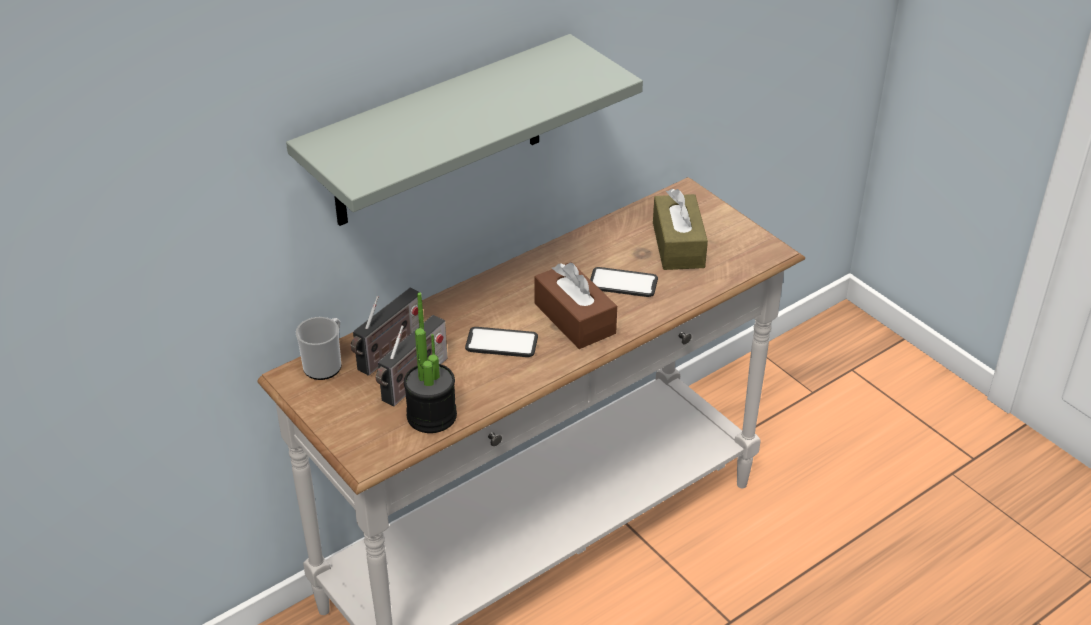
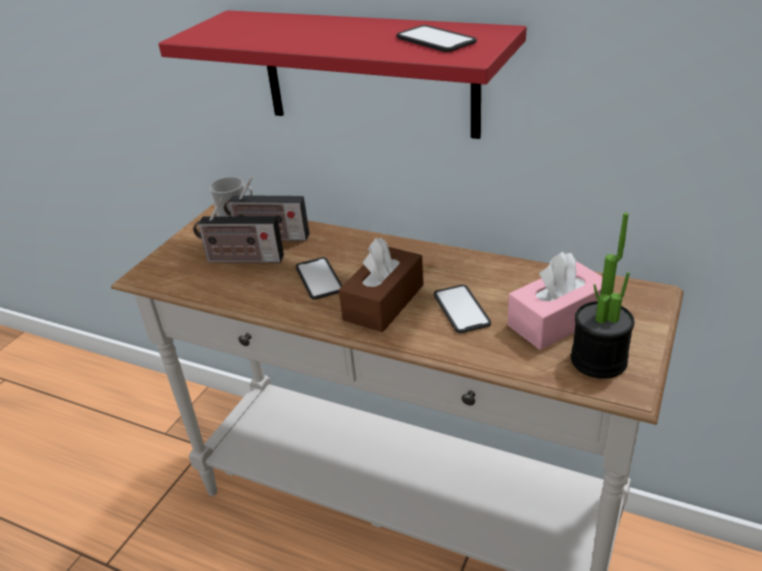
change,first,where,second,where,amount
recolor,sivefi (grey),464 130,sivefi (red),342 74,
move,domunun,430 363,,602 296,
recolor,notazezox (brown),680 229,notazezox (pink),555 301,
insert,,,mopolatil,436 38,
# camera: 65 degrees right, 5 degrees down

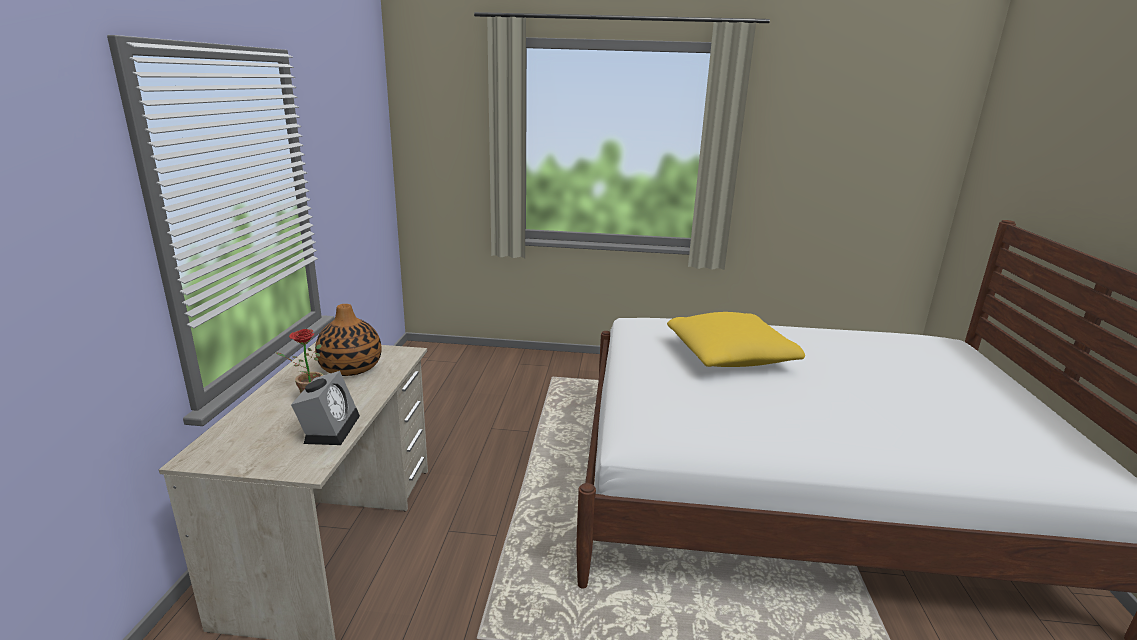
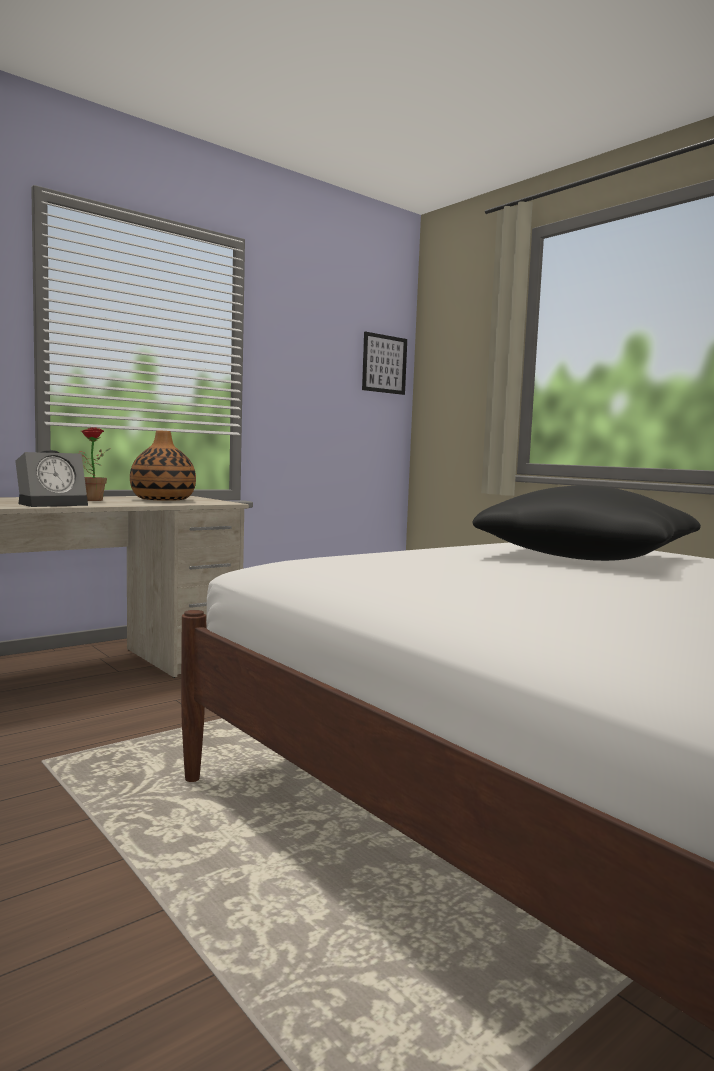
change,first,where,second,where,amount
recolor,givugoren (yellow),736 339,givugoren (black),587 523,
insert,,,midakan,384 363,
# camera: 45 degrees right, 15 degrees down

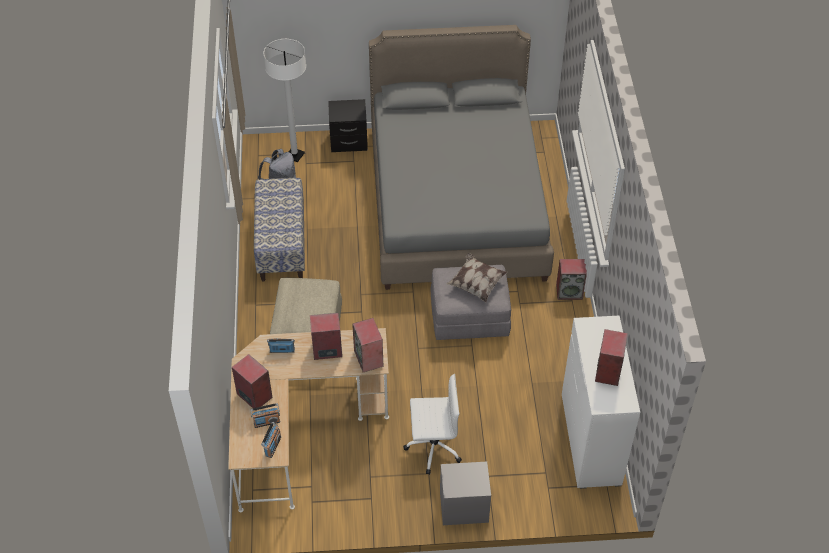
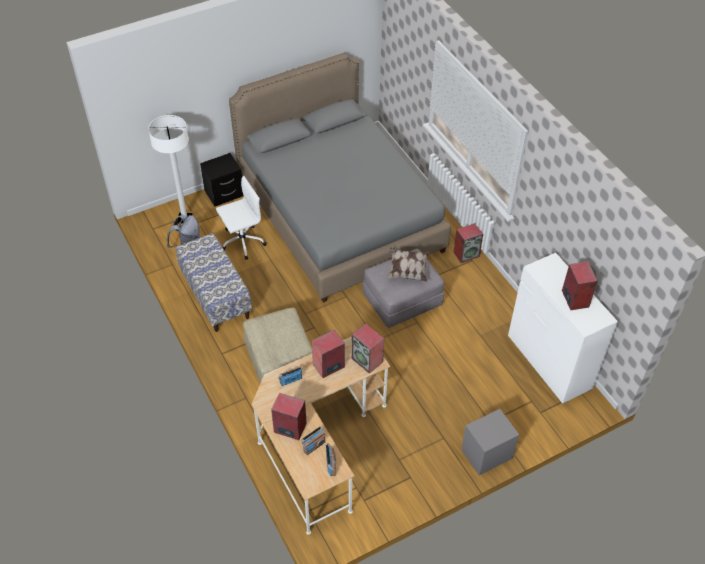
change,first,where,second,where,amount
move,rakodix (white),432 424,,241 218,
# camera: 25 degrees left, 0 degrees up

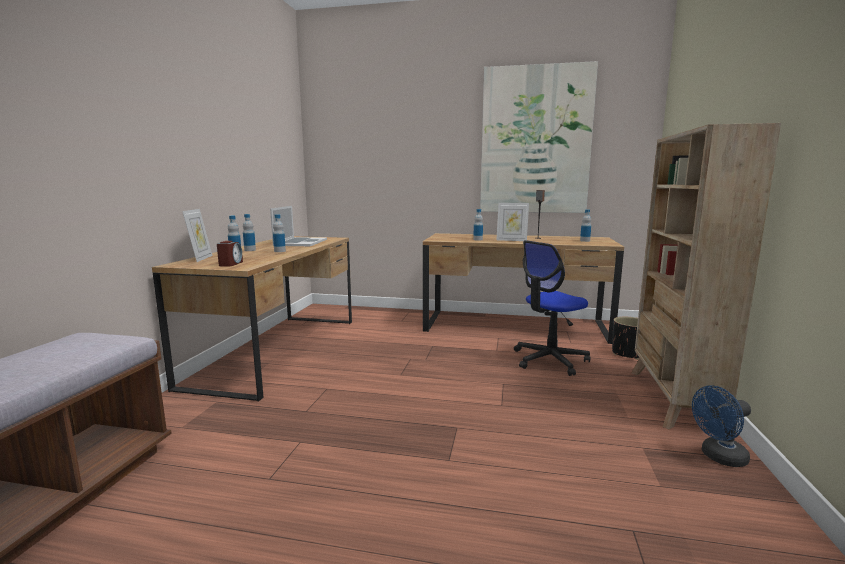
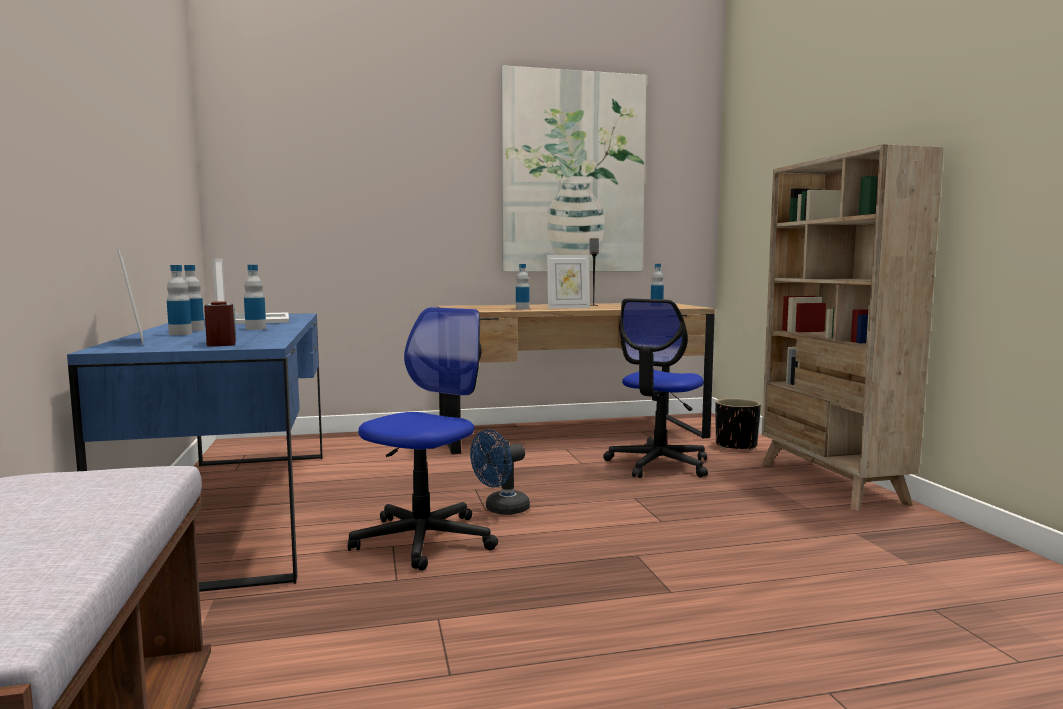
change,first,where,second,where,amount
recolor,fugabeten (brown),252 319,fugabeten (blue),195 452,
move,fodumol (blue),721 426,,500 472,
insert,,,rakodix,423 439,
# camera: 25 degrees left, 5 degrees down

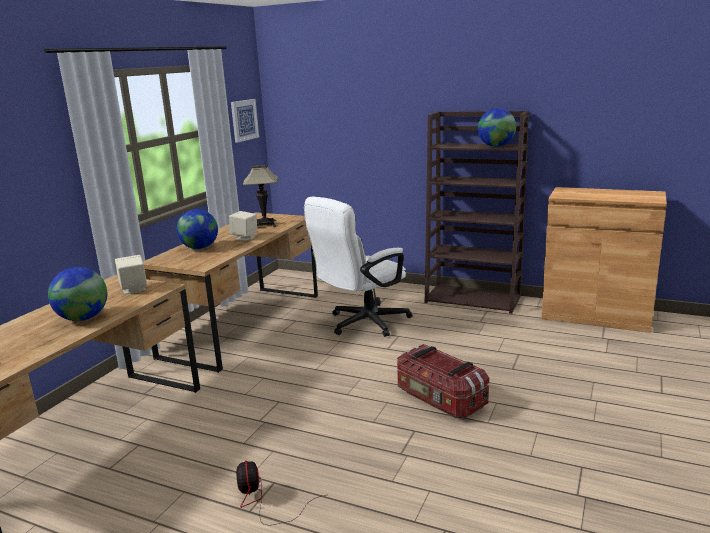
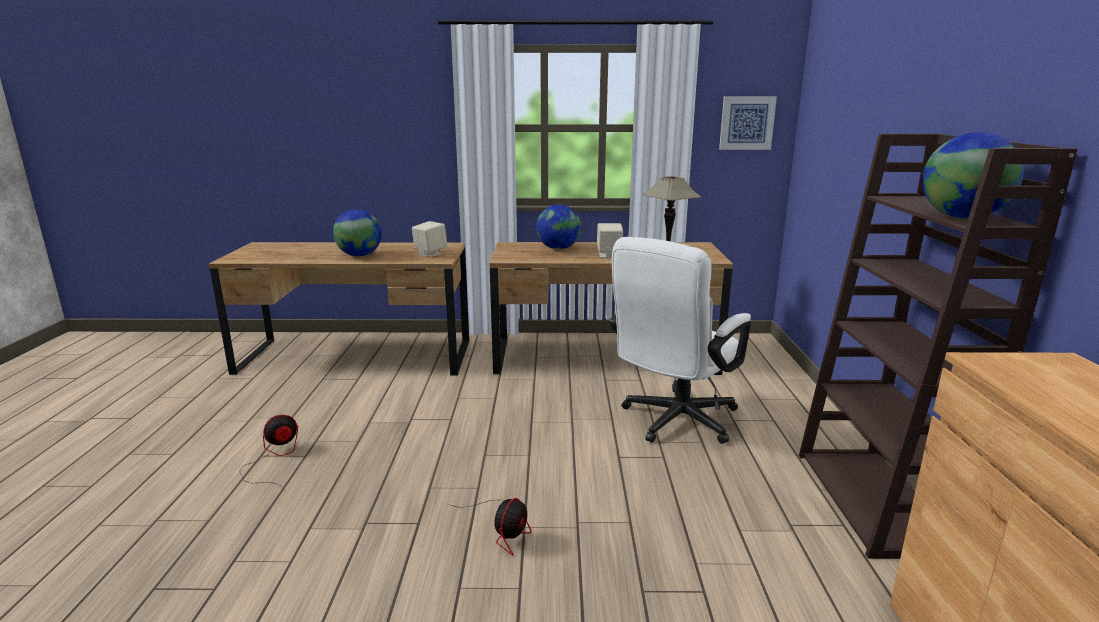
change,first,where,second,where,amount
rotate,rakodix (white),358 267,,680 340,75 degrees counterclockwise
replace,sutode,443 381,fodumol,489 527,
# camera: 65 degrees right, 0 degrees up

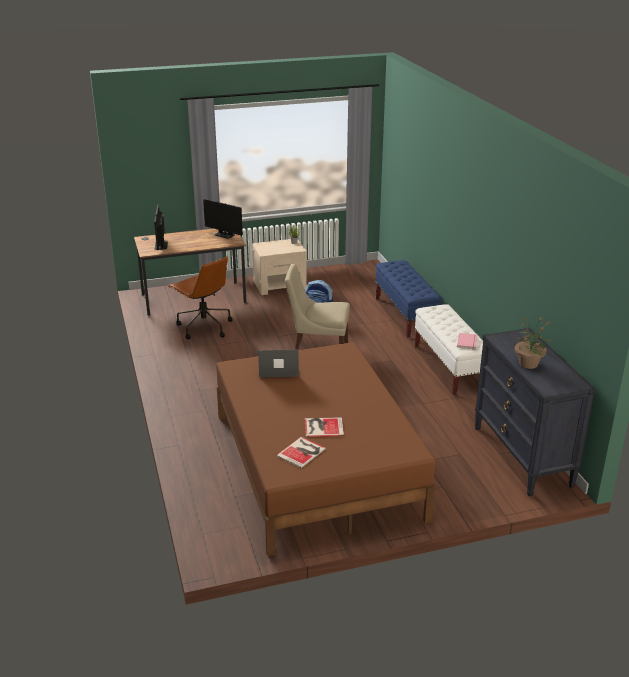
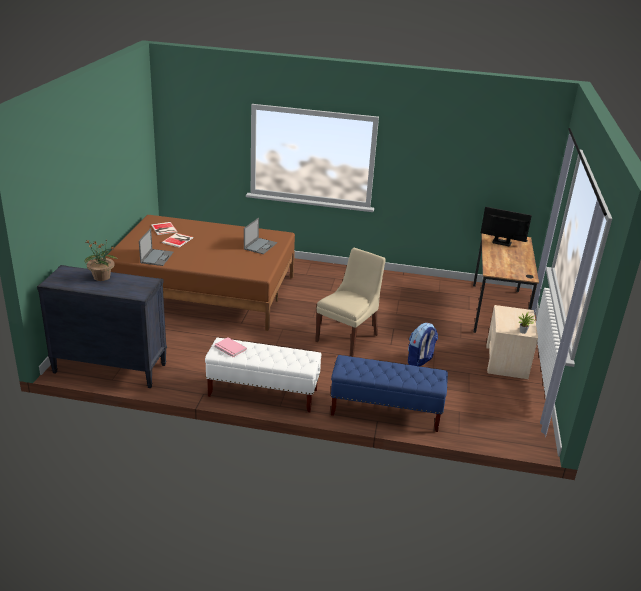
change,first,where,second,where,amount
delete,rakodix (brown),200 297,,,
delete,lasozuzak,223 219,,,
insert,,,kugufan,156 247,
# camera: 115 degrees right, 0 degrees up

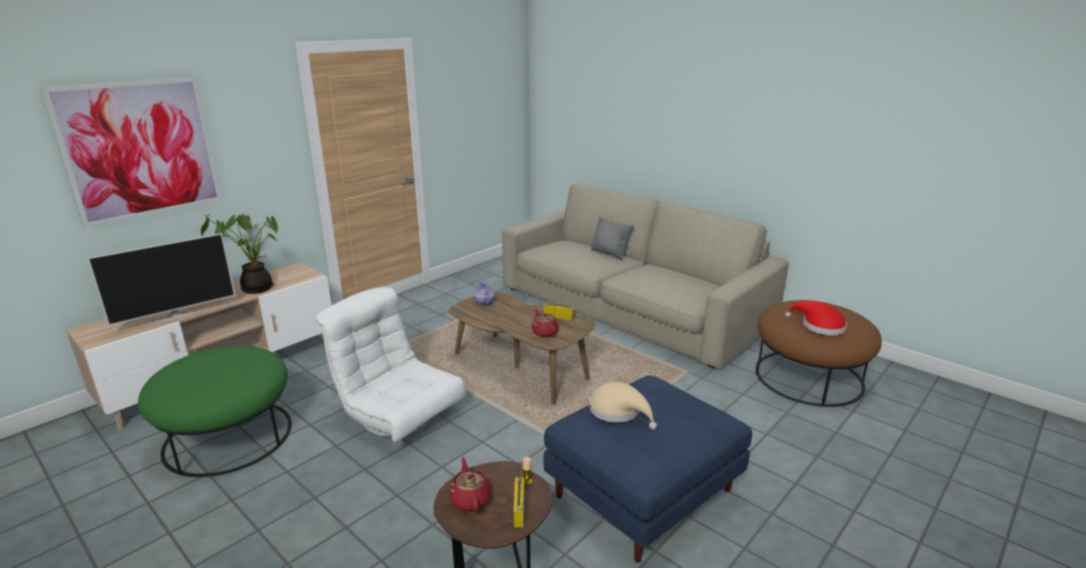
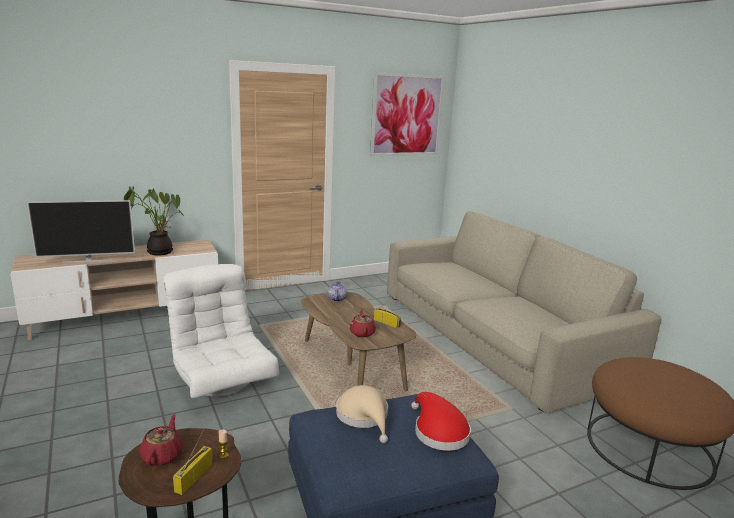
change,first,where,second,where,amount
move,midakan,131 152,,407 114,
delete,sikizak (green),215 411,,,
delete,givugoren (grey),612 238,,,
move,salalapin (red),816 318,,441 421,
# camera: 20 degrees right, 5 degrees down

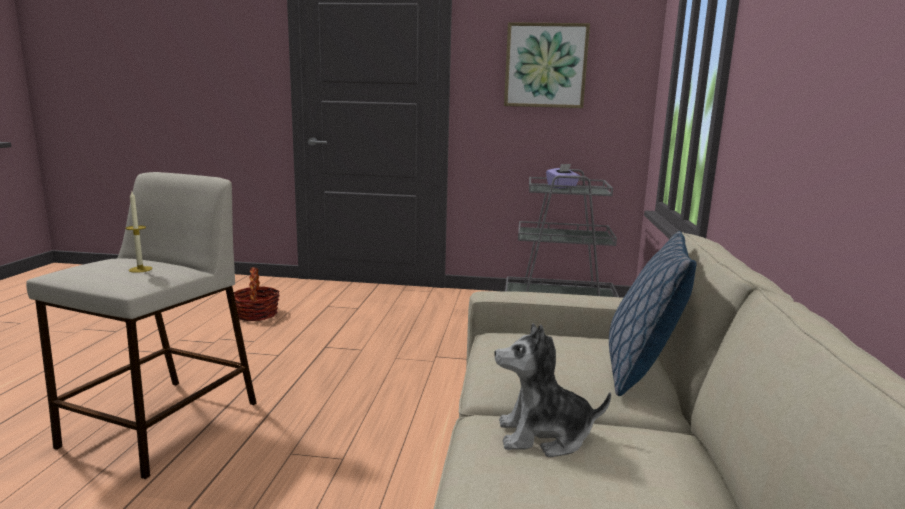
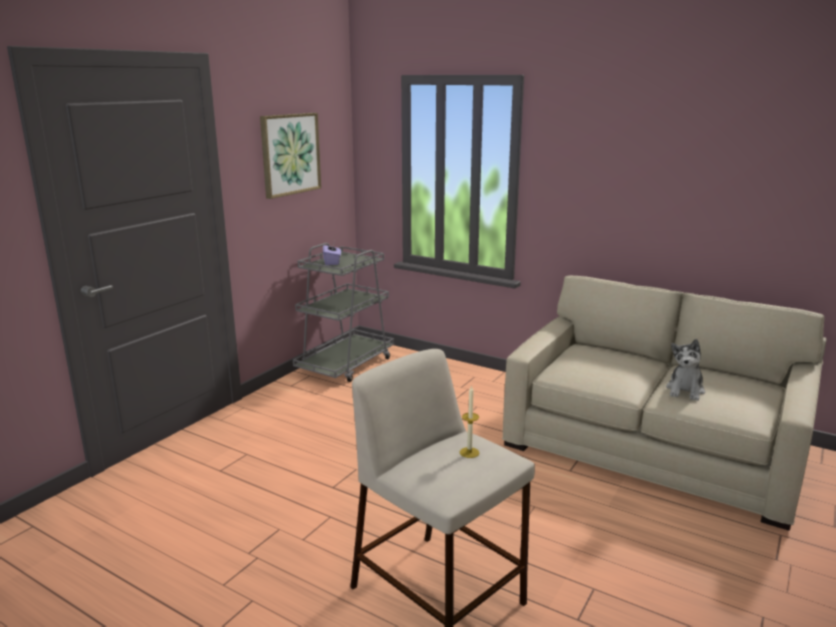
change,first,where,second,where,amount
delete,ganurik,257 294,,,
delete,givugoren,653 313,,,
# camera: 65 degrees left, 5 degrees up

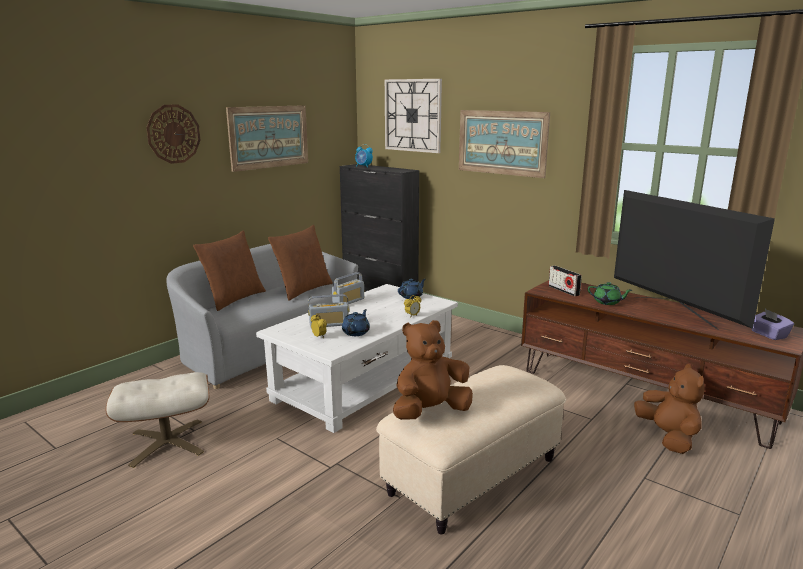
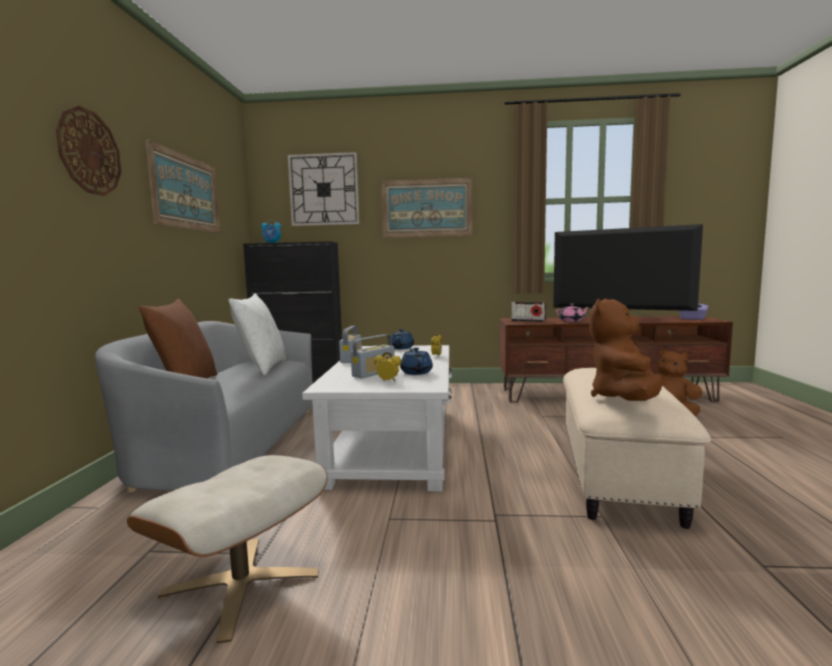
change,first,where,second,where,amount
recolor,givugoren (brown),300 263,givugoren (white),257 334,
recolor,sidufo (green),610 293,sidufo (pink),572 313,
# camera: 35 degrees left, 10 degrees down

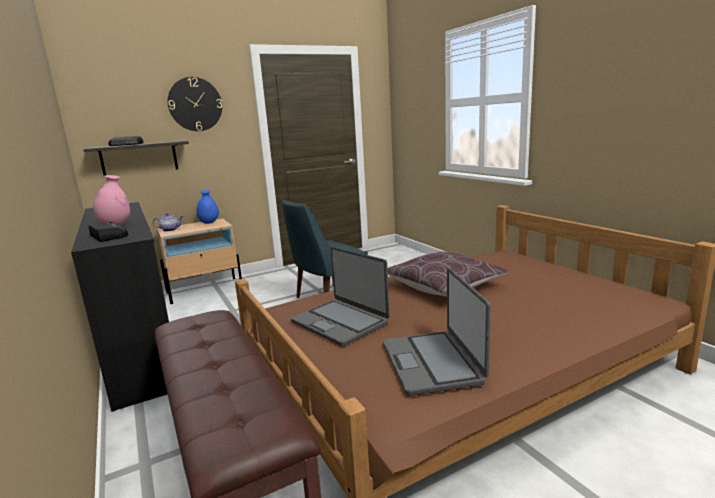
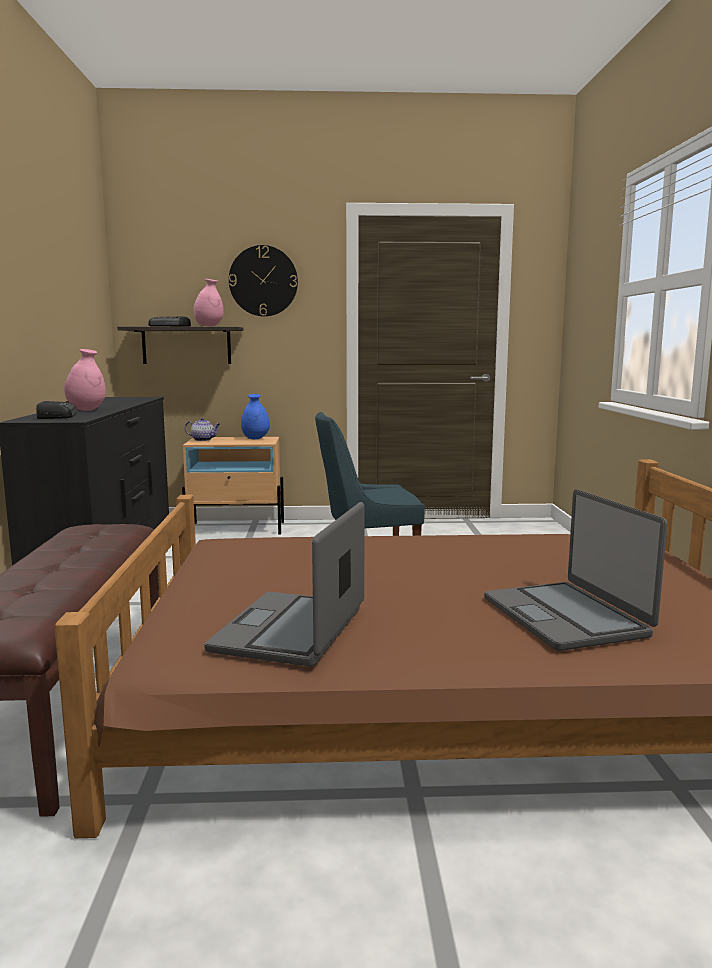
change,first,where,second,where,amount
move,kugufan,340 296,,575 570,
delete,givugoren (brown),448 273,,,
insert,,,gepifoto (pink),208 303,
# camera: 25 degrees right, 5 degrees down

